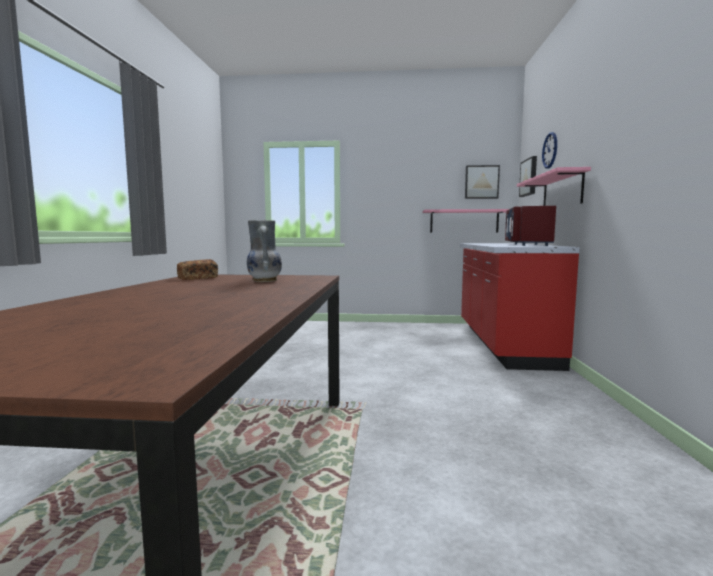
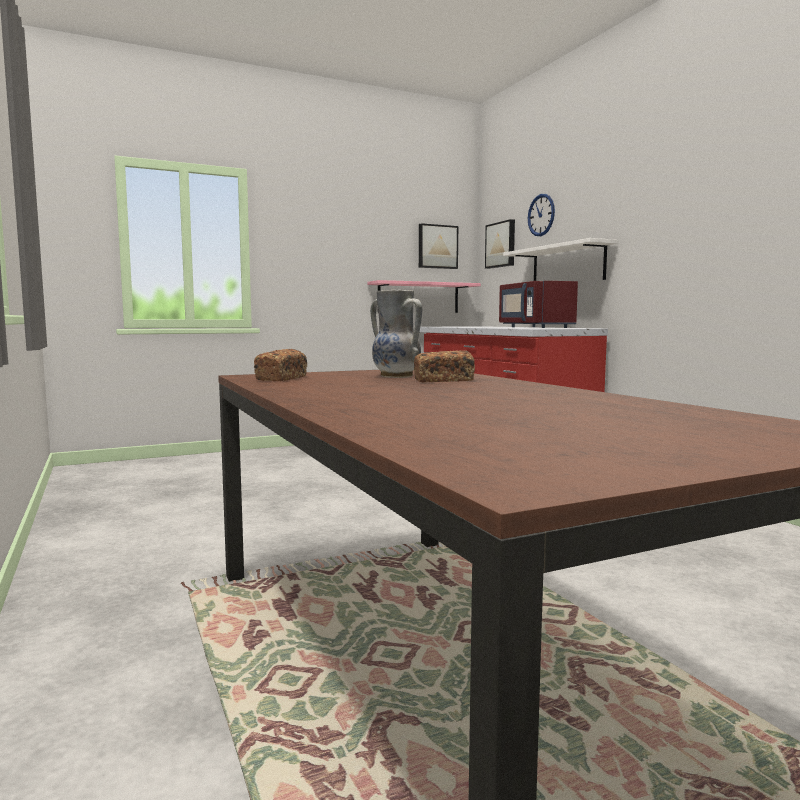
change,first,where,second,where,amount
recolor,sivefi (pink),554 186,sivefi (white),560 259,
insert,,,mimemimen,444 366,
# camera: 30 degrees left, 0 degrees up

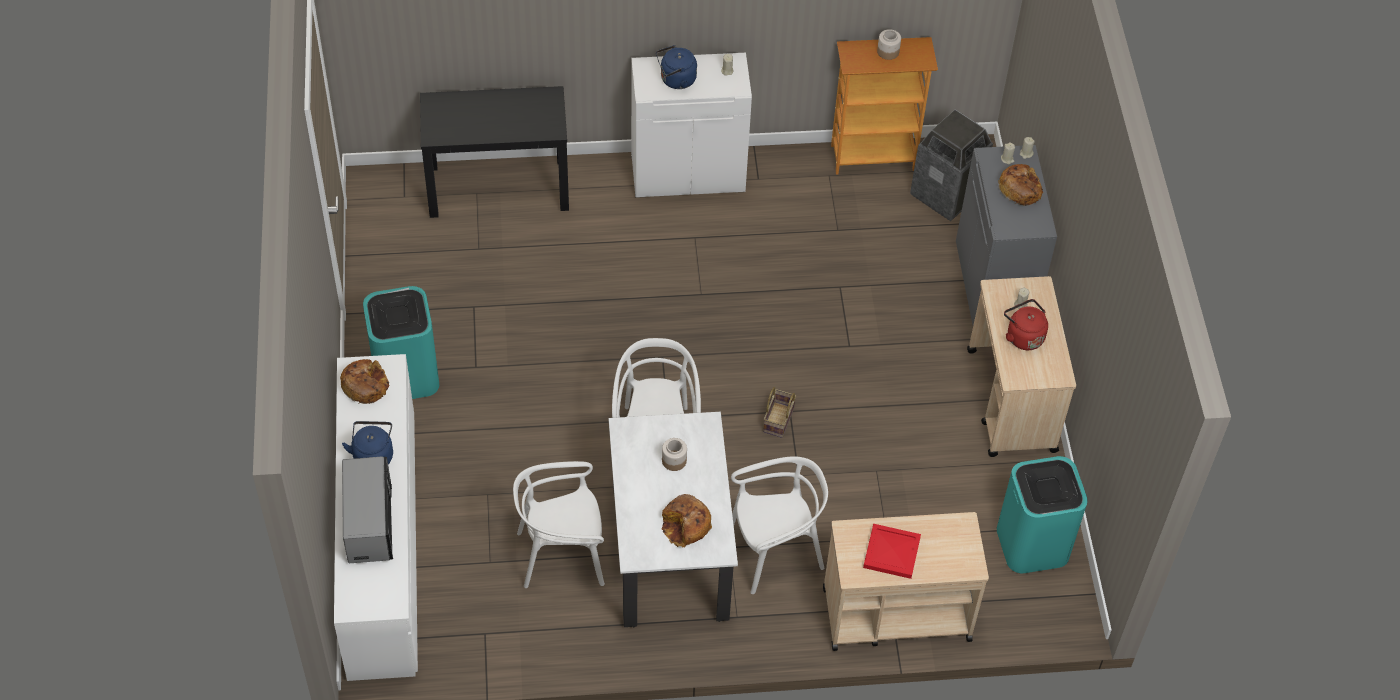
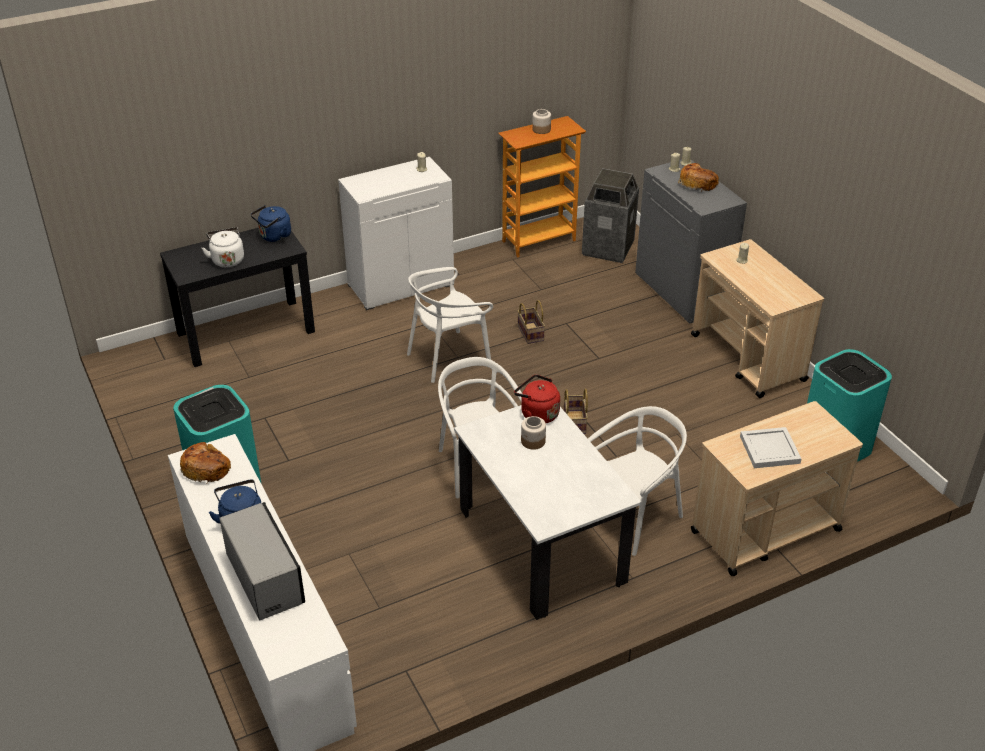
change,first,where,second,where,amount
move,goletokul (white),559 524,,450 325,
move,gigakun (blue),676 67,,271 223,
delete,mimemimen,687 520,,,
recolor,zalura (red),892 551,zalura (white),771 447,
move,gigakun (red),1026 324,,537 399,
insert,,,gigakun (white),223 247,
insert,,,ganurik,531 322,
# camera: 20 degrees left, 15 degrees down

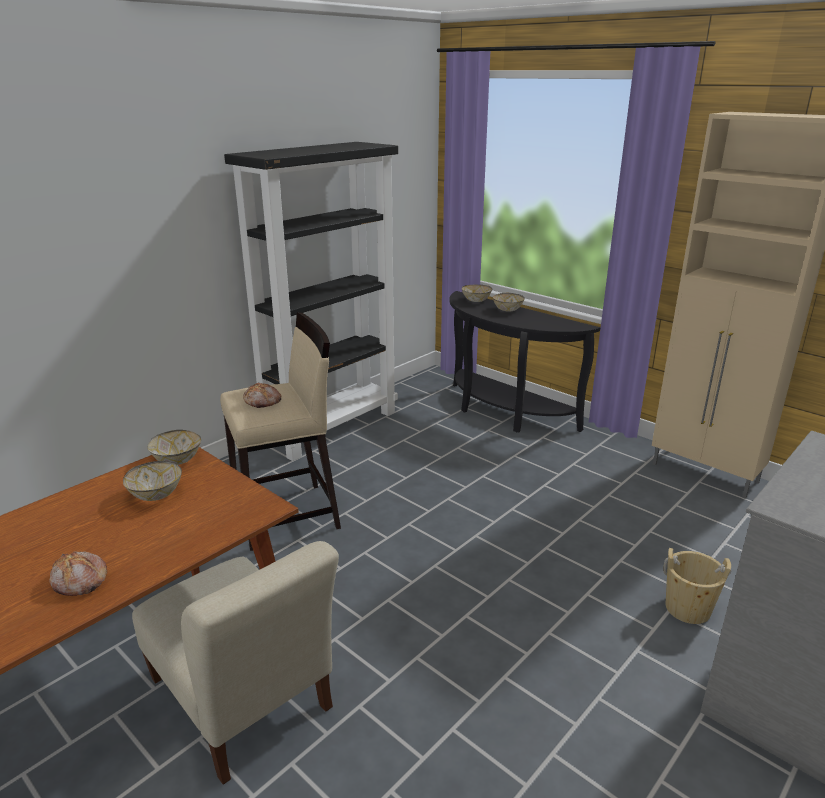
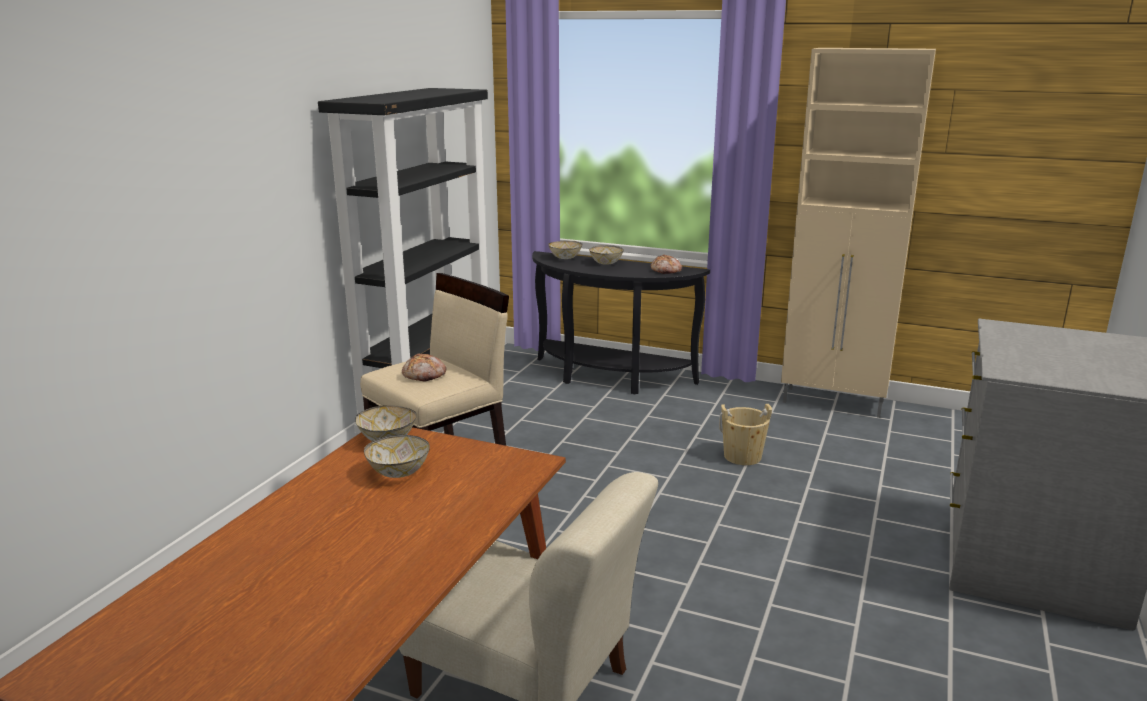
change,first,where,second,where,amount
move,mimemimen,78 573,,666 264,
move,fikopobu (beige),697 586,,745 434,
# camera: 20 degrees left, 5 degrees down

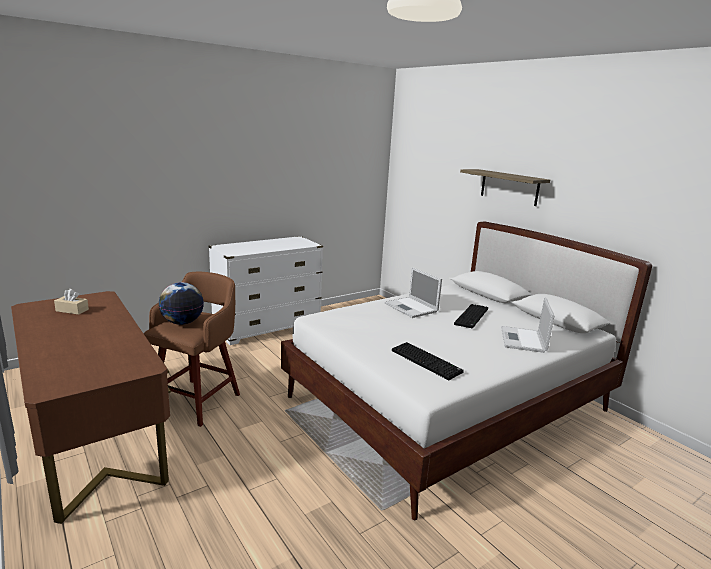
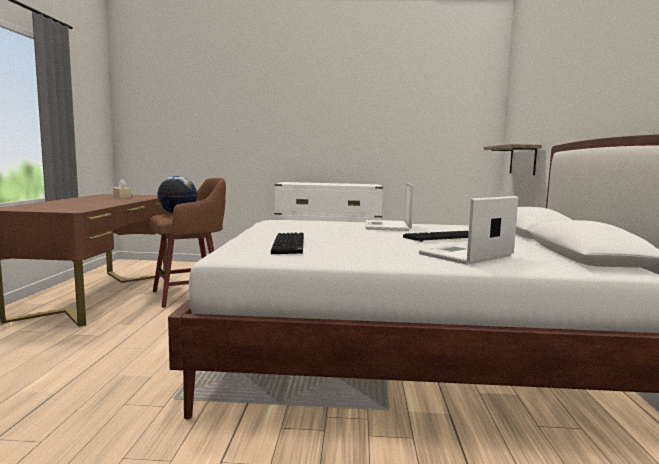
change,first,where,second,where,amount
move,sivefi,505 187,,513 159,
# camera: 40 degrees right, 10 degrees down

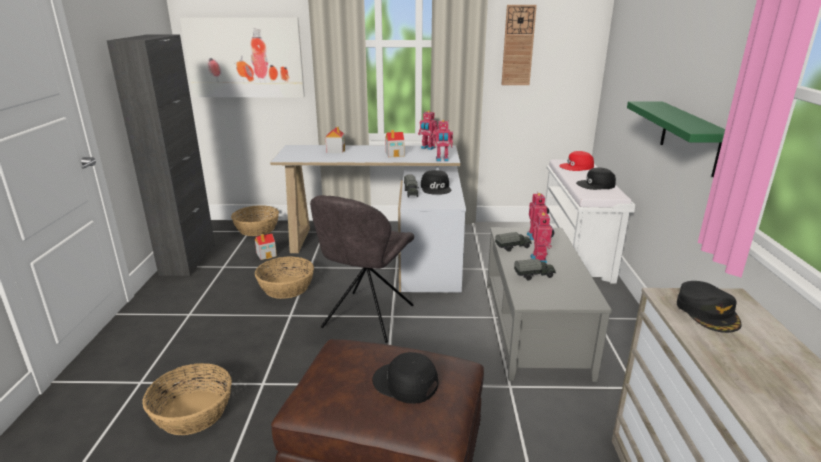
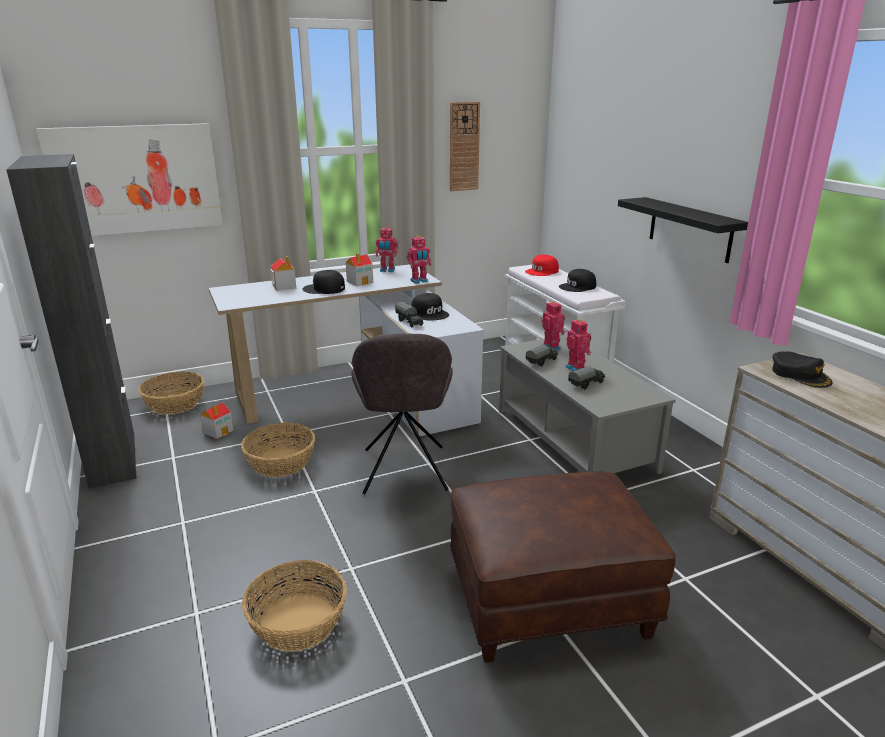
change,first,where,second,where,amount
move,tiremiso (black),405 378,,324 282,
recolor,sivefi (green),676 139,sivefi (black),683 230,
# camera: 25 degrees left, 0 degrees up

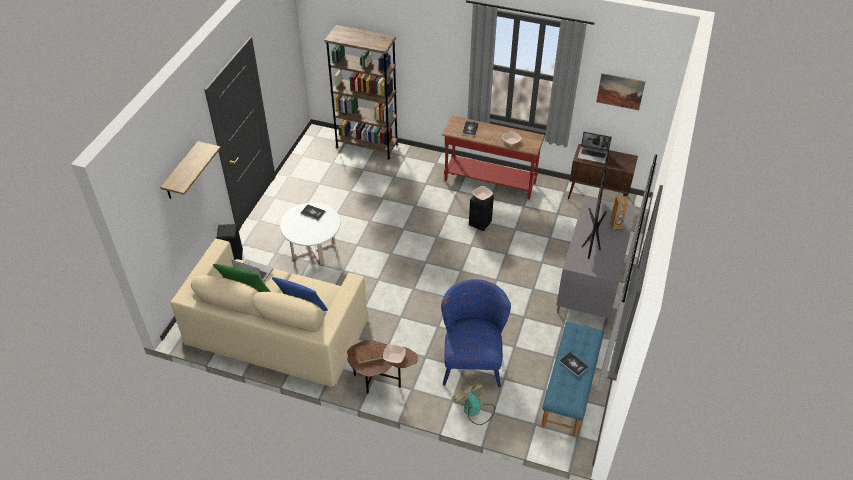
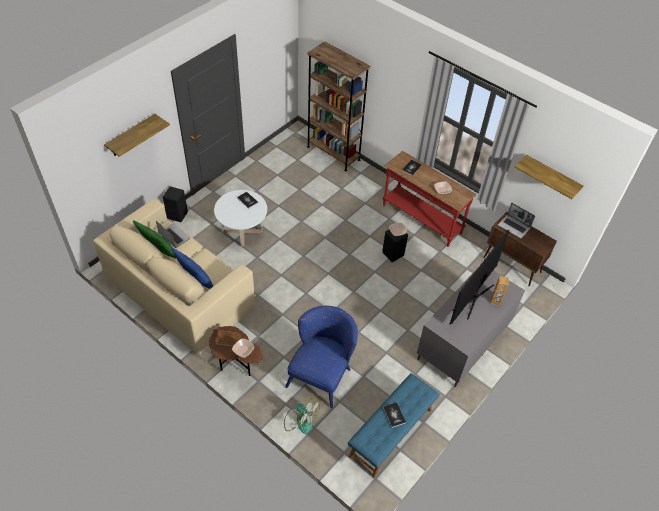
change,first,where,second,where,amount
rotate,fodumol,474 403,,302 416,135 degrees clockwise
replace,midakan,621 91,sivefi,549 177,
# camera: 20 degrees right, 5 degrees up

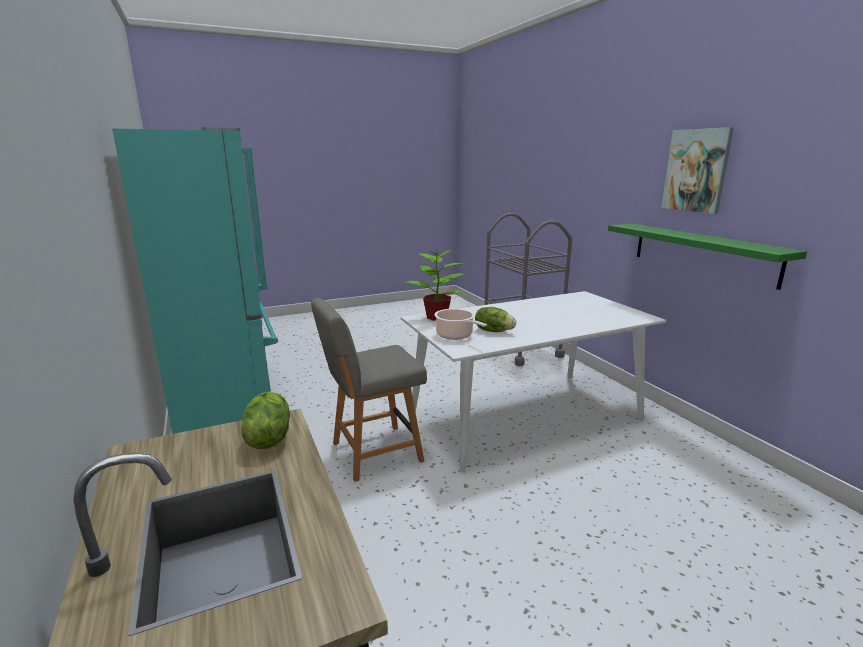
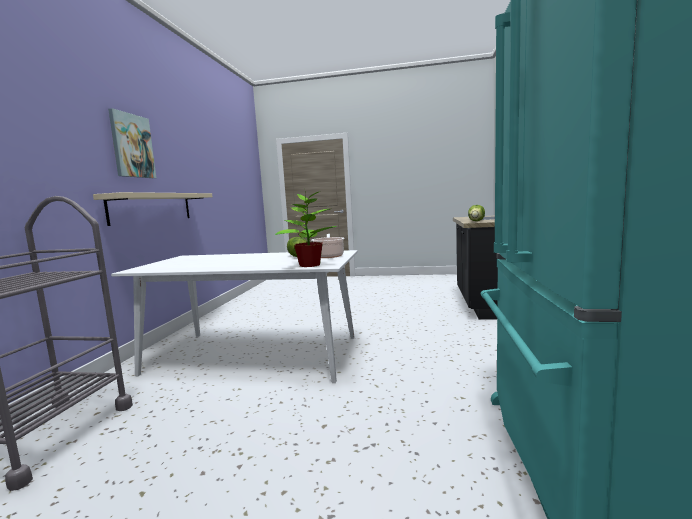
change,first,where,second,where,amount
delete,goletokul (grey),369 390,,,
recolor,sivefi (green),707 256,sivefi (beige),152 209,
# camera: 145 degrees left, 10 degrees down

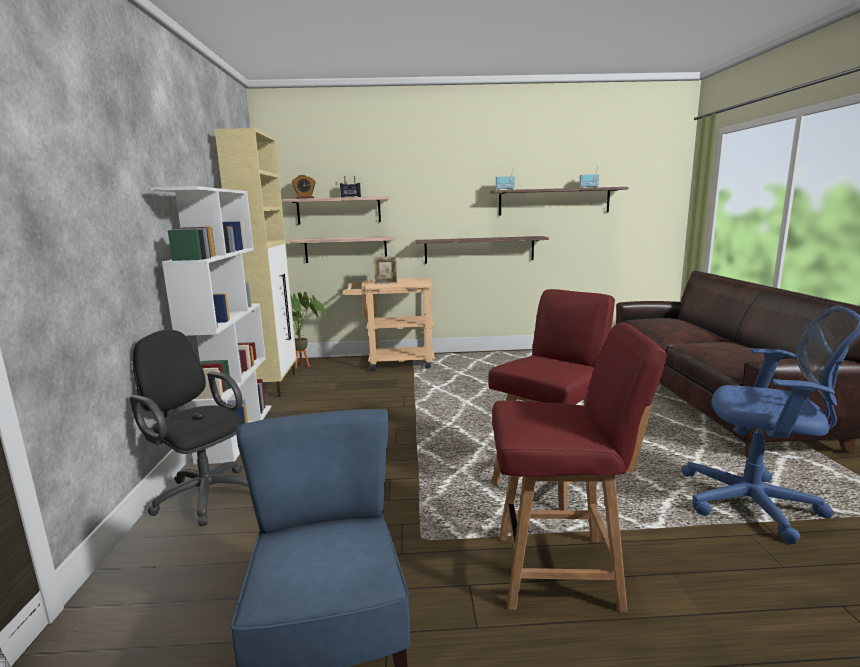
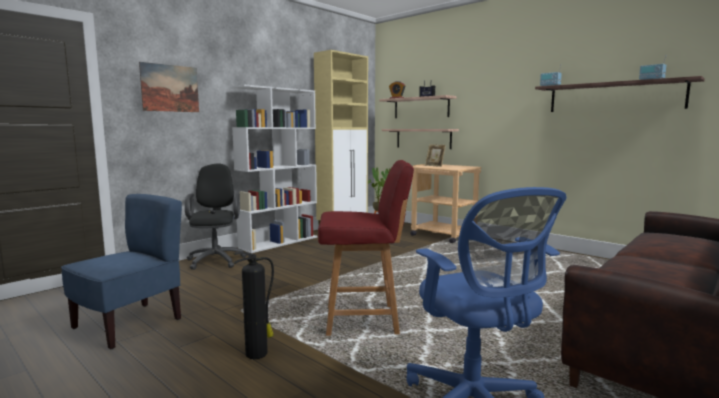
change,first,where,second,where,amount
delete,sivefi,482 250,,,
replace,goletokul (red),579 467,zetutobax,253 305,
insert,,,midakan,169 87,
# camera: 45 degrees right, 5 degrees down

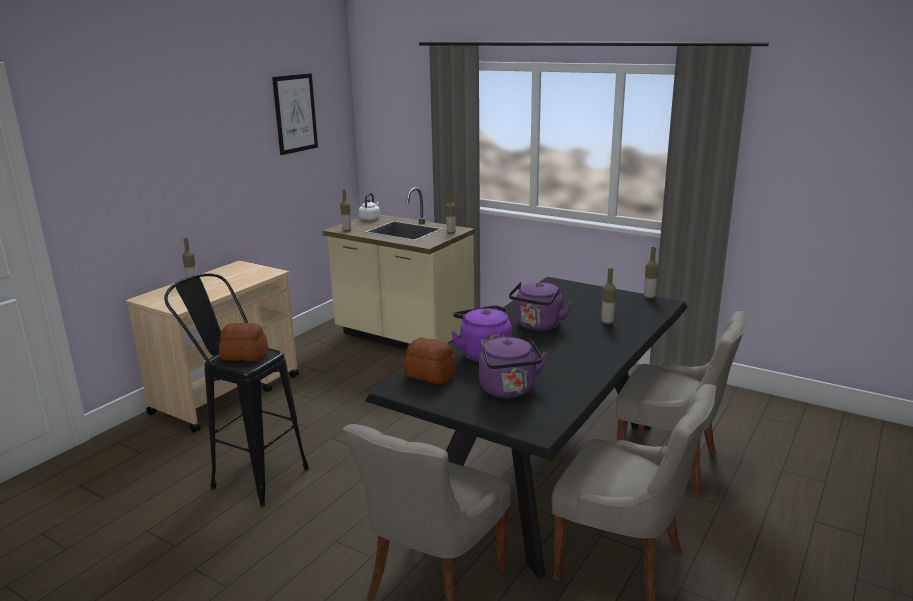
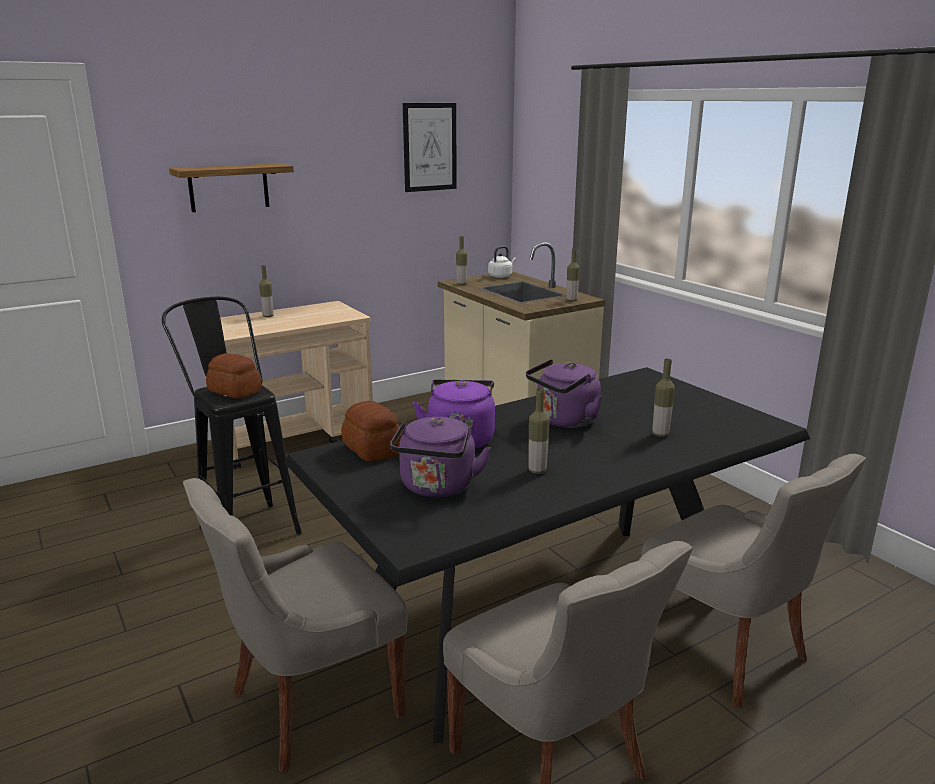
change,first,where,second,where,amount
move,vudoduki,651 273,,539 431,
insert,,,sivefi,231 187,
# camera: 25 degrees right, 0 degrees up

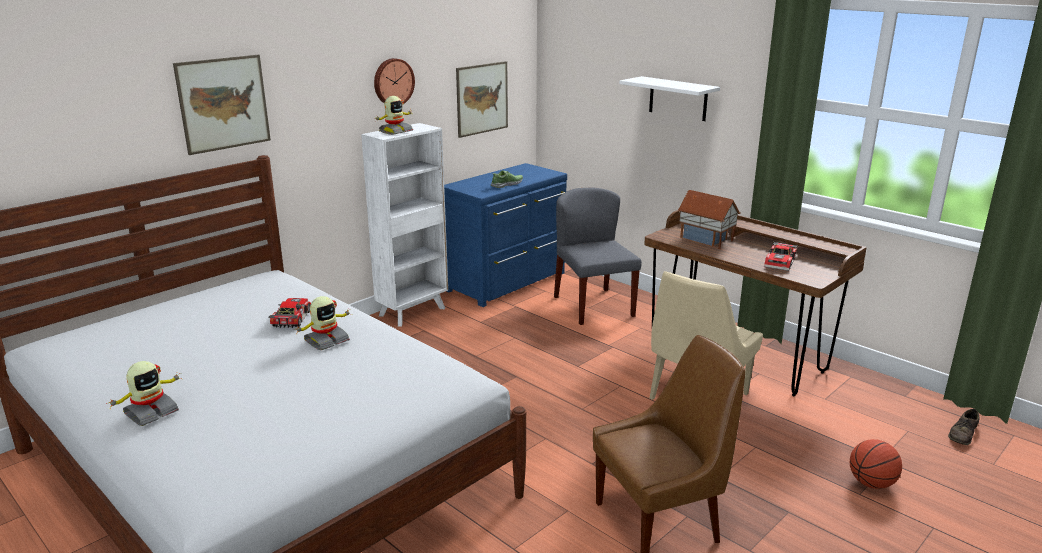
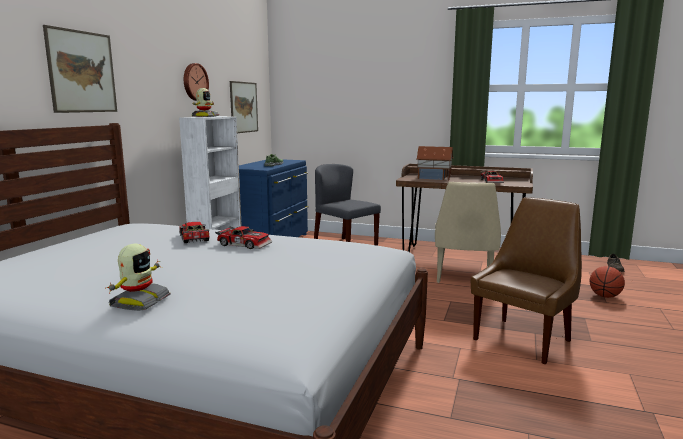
change,first,where,second,where,amount
replace,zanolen,324 323,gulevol,244 237,
delete,sivefi (white),669 98,,,
# camera: 25 degrees left, 10 degrees down

